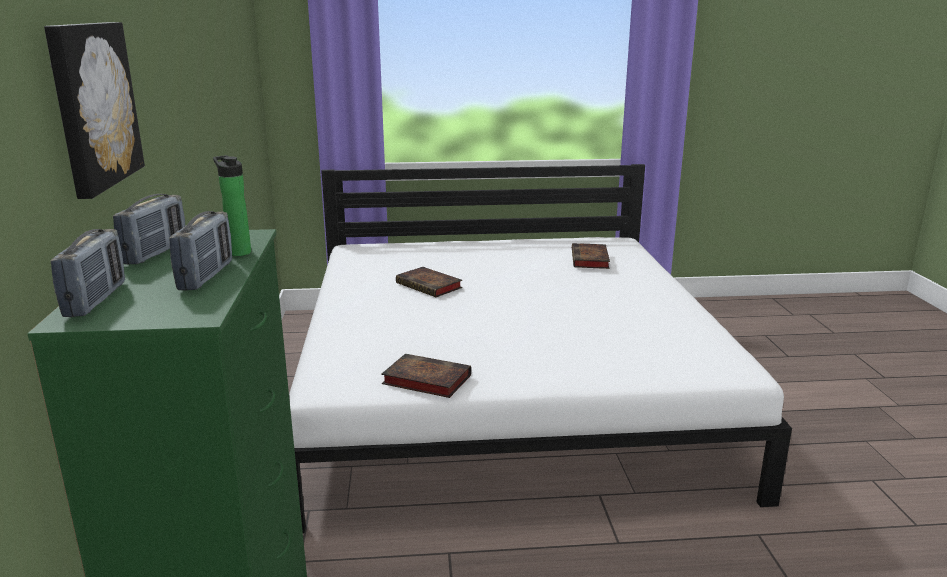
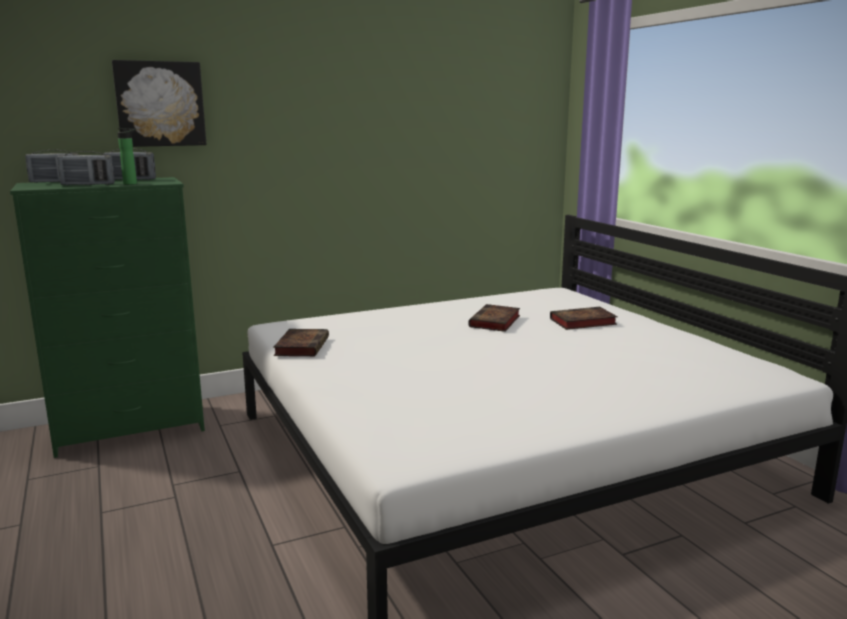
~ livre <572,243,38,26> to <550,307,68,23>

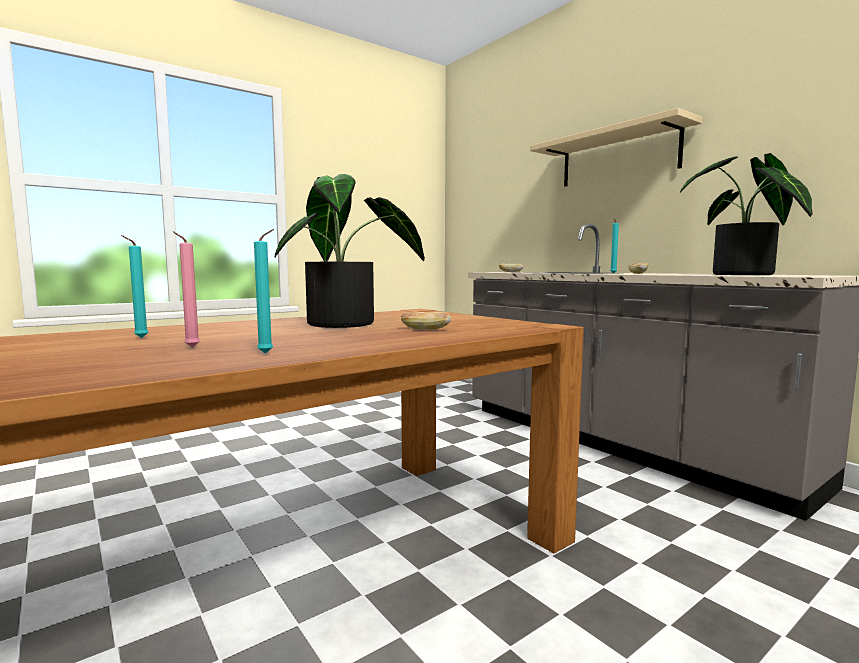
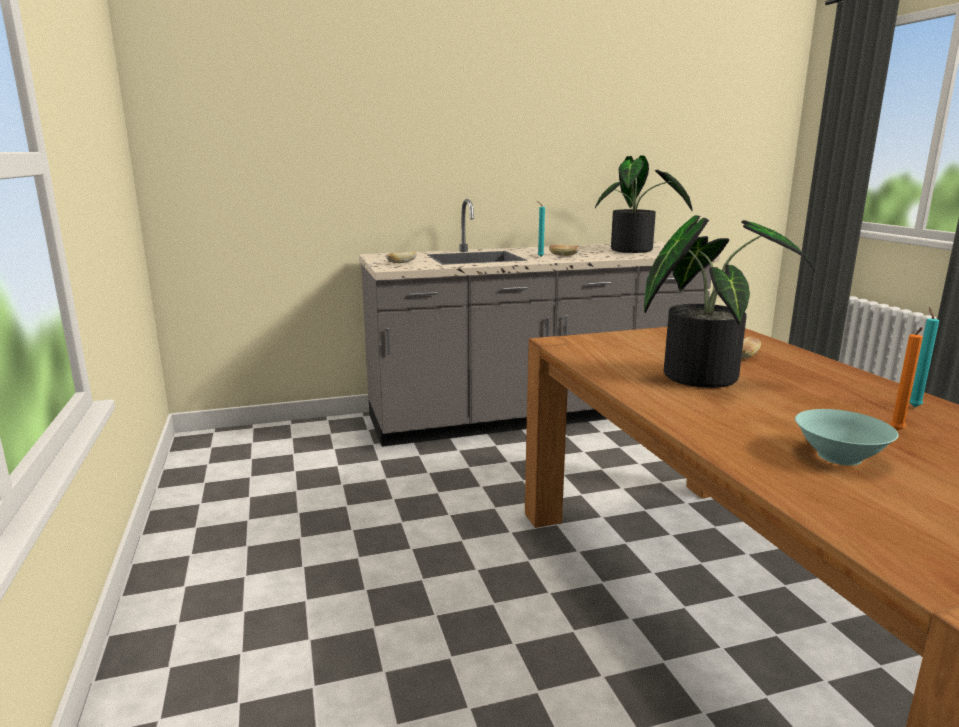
- étagère (beige) <530,108,172,79>
~ bougie (turquoise) <121,235,27,103> to bol (turquoise) <795,409,103,57>
~ bougie (rose) <173,231,27,117> to bougie (orange) <890,327,33,104>

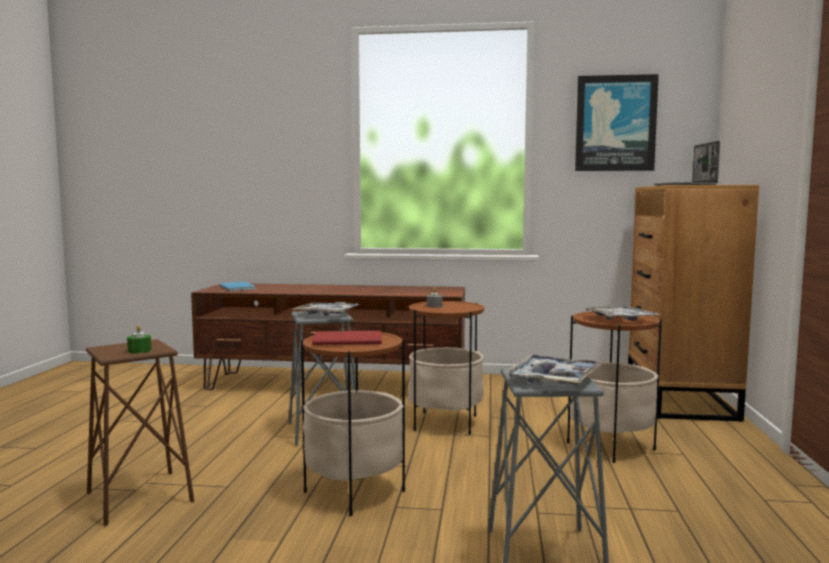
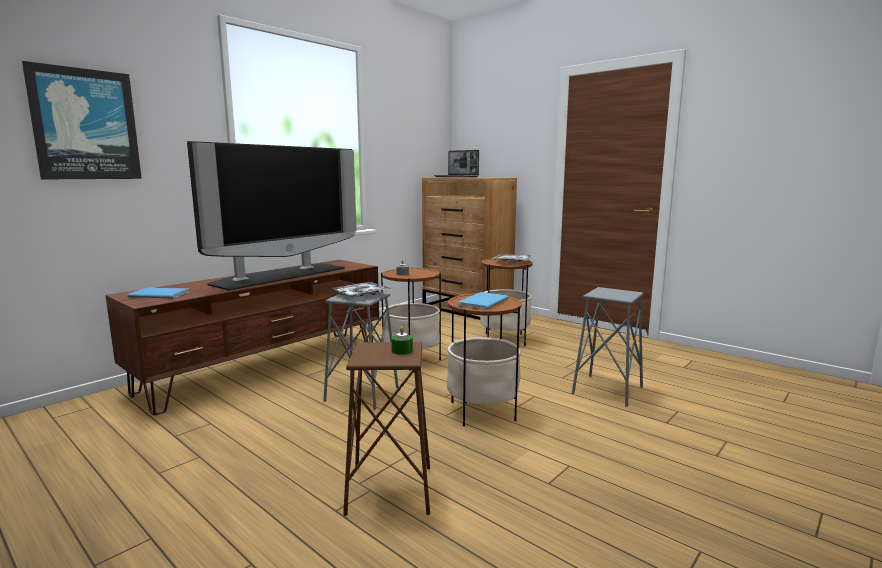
- plateau <503,354,100,31>
+ téléviseur <187,141,170,150>
~ tableau <575,74,84,97> to <22,61,120,118>
~ livre (rouge) <312,331,70,14> to livre (bleu) <458,292,50,18>

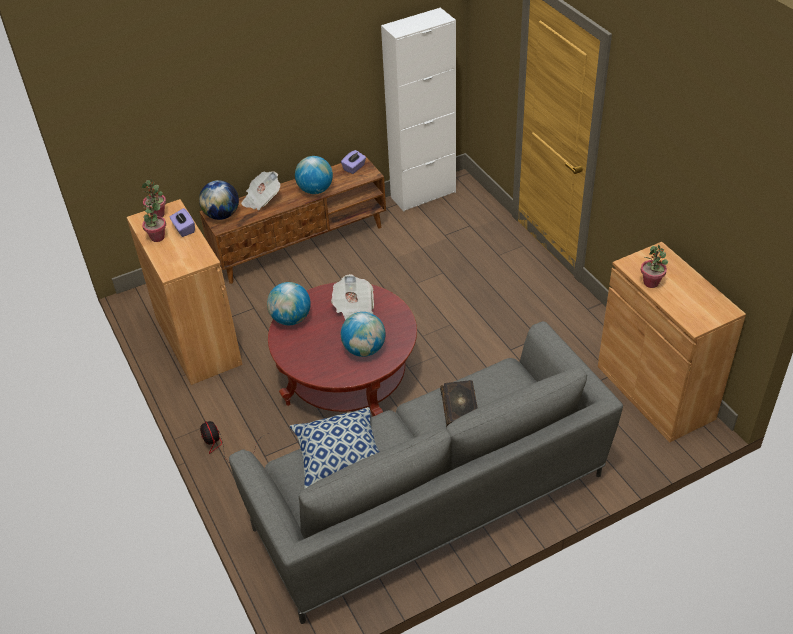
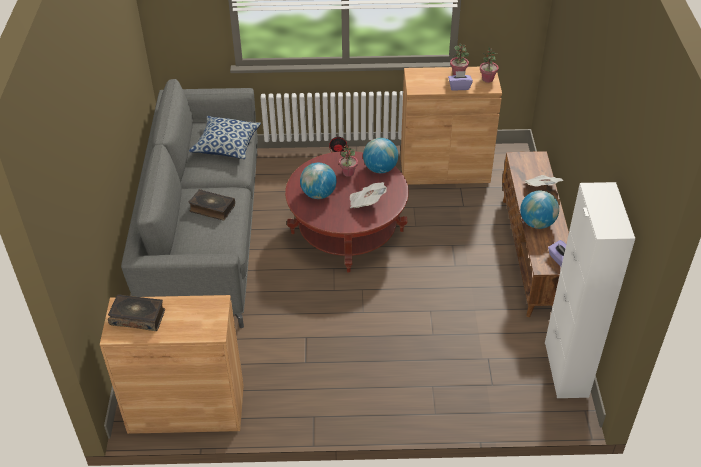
- globe <199,180,40,40>
+ livre <108,294,57,37>
~ plante en pot <641,245,27,43> to <339,142,19,35>

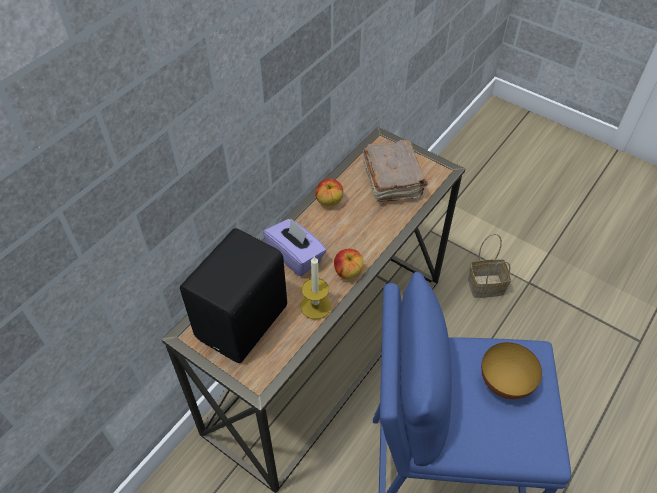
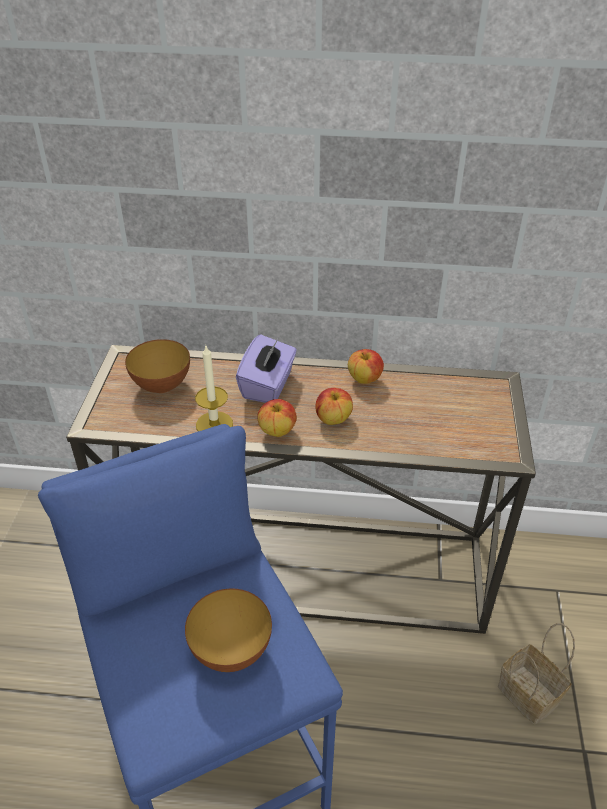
- livre (marron) <362,139,66,63>
+ pomme <315,388,38,37>
~ enceinte (noir) <180,228,107,135> to bol <125,339,65,54>

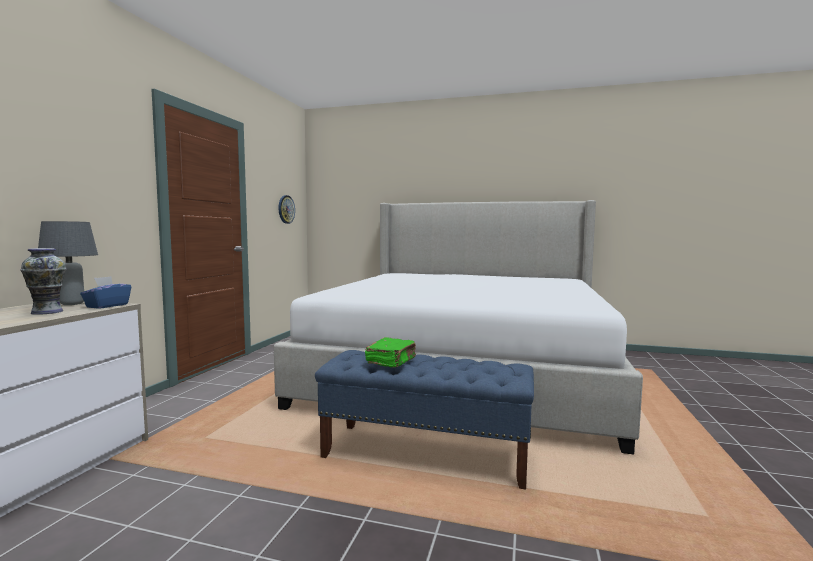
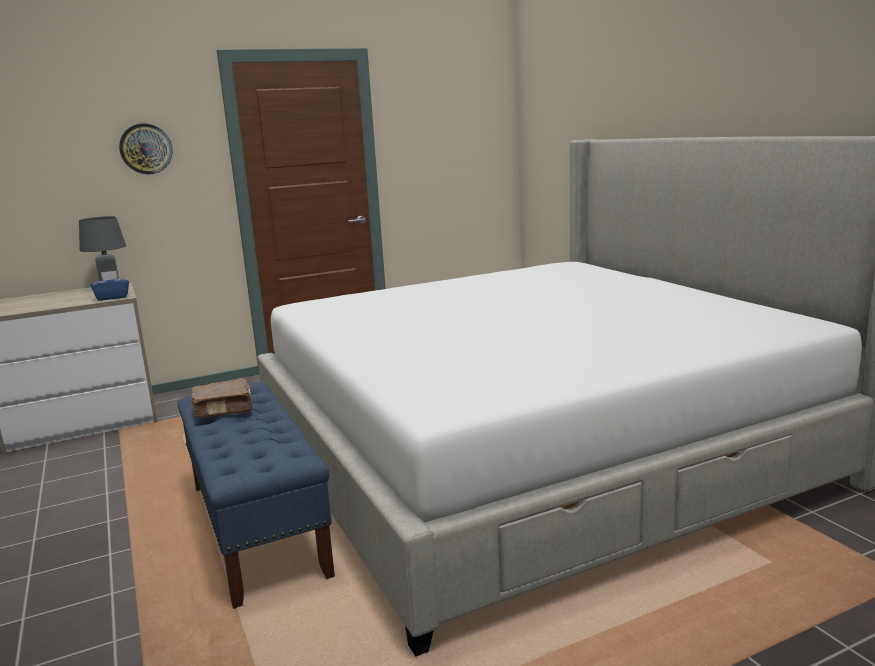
- vase <21,248,46,67>
~ horloge murale <278,195,17,29> to <119,123,54,52>
~ livre (vert) <365,337,51,30> to livre (marron) <191,379,62,39>

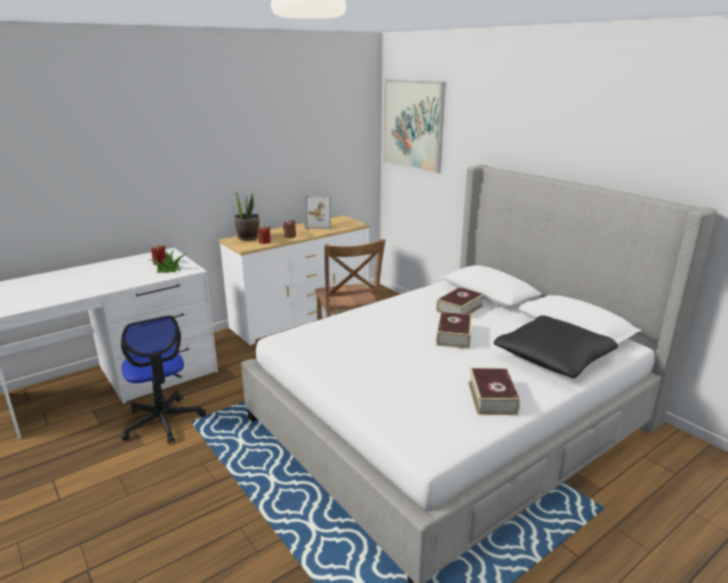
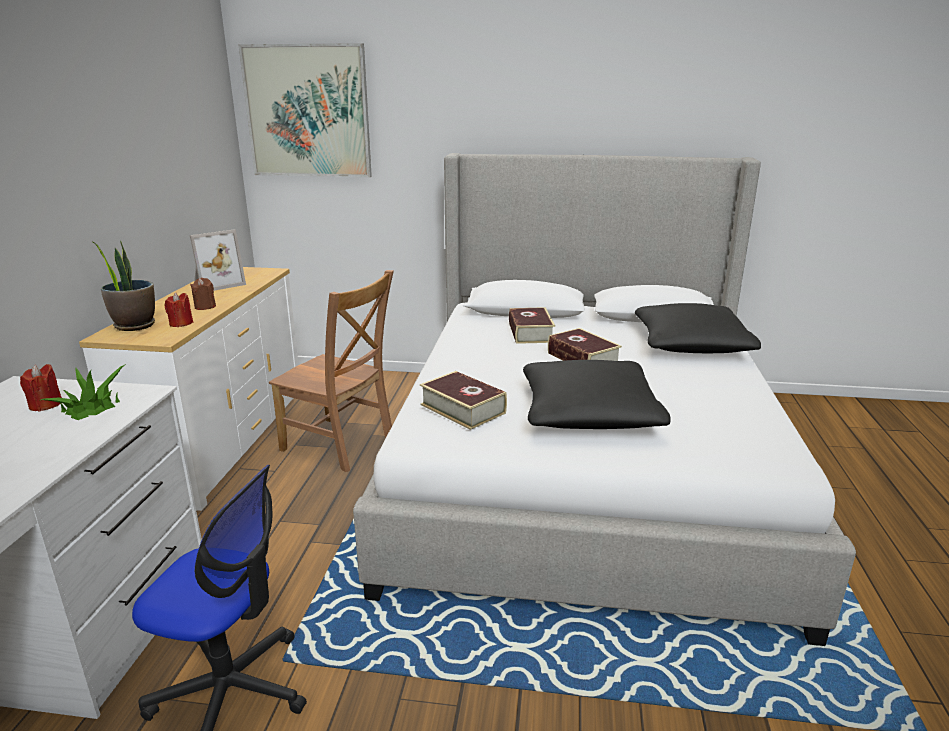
+ coussin (noir) <523,360,148,69>
~ livre <468,367,52,48> to <420,371,87,59>

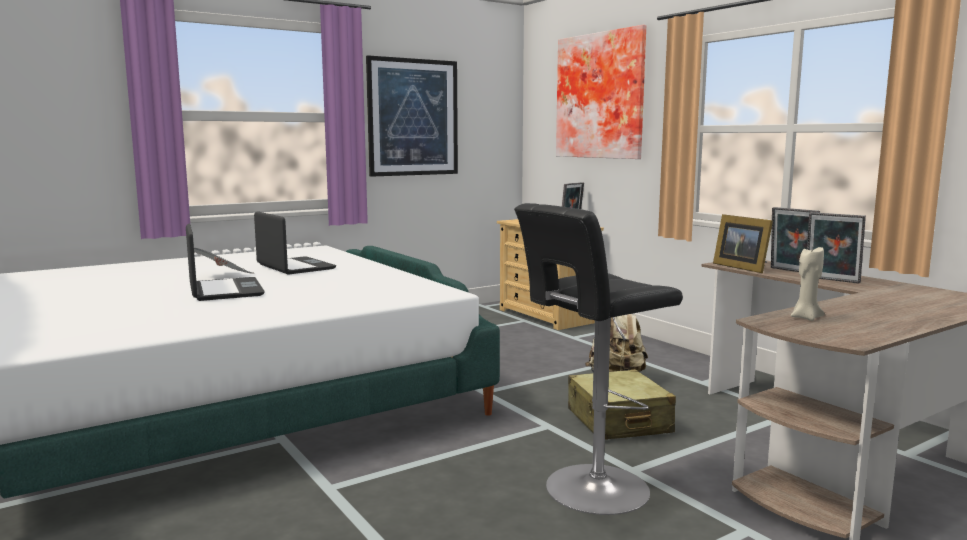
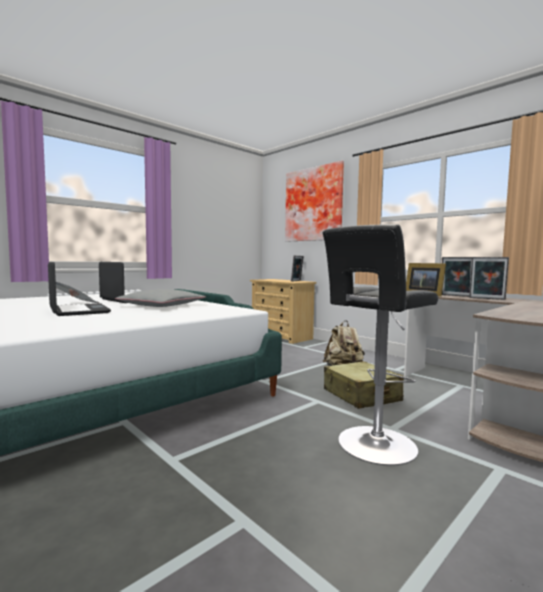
- tableau <366,55,92,122>
- bougie (beige) <791,247,34,74>
+ coussin (gris) <115,289,91,18>

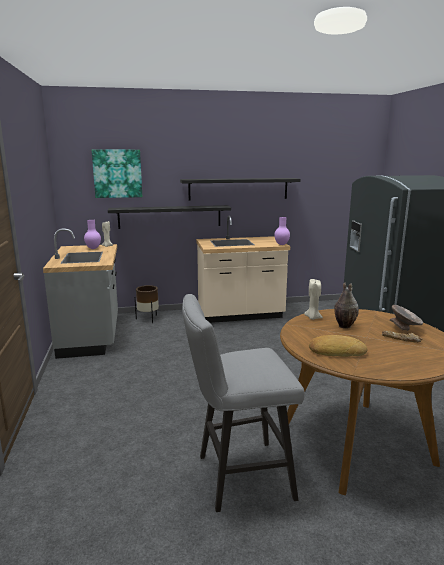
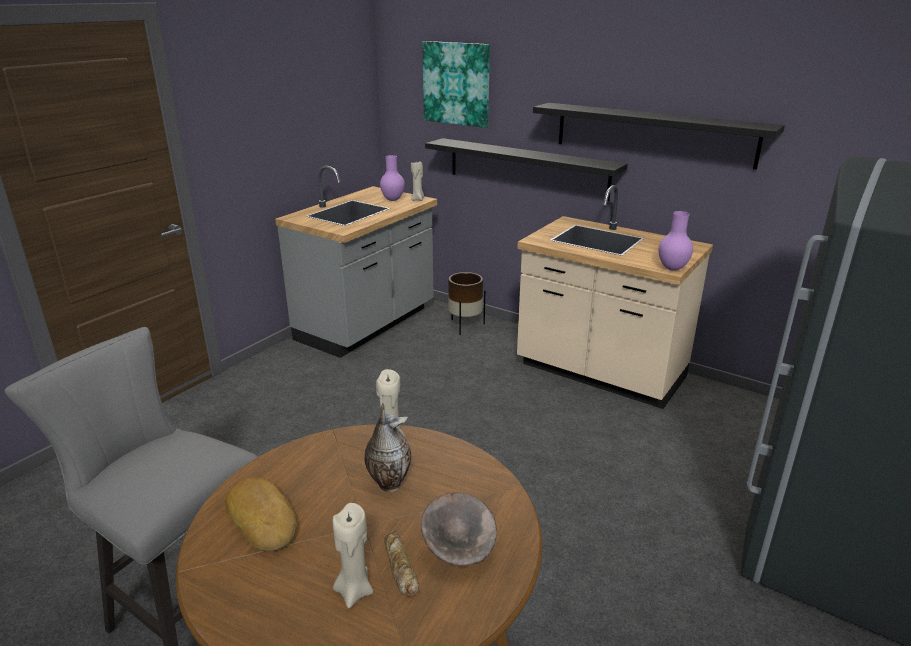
+ bougie (beige) <333,503,40,105>

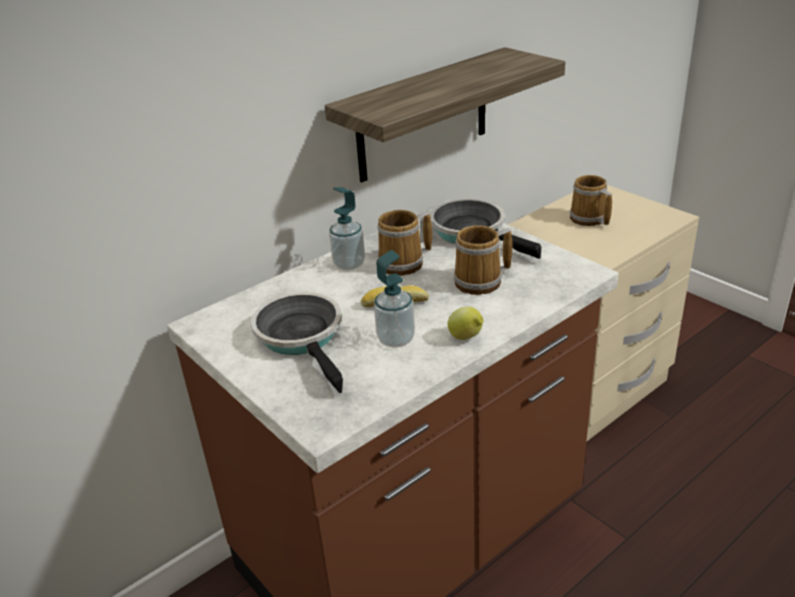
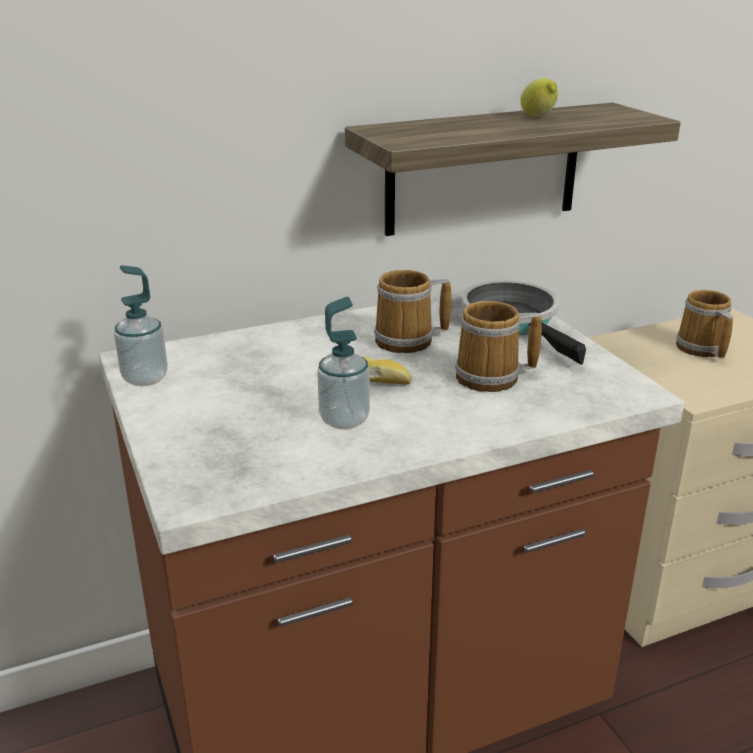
- poêle <251,292,92,101>
~ distributeur de savon <329,187,36,83> to <114,265,54,121>
~ citron <448,307,35,33> to <520,78,38,39>

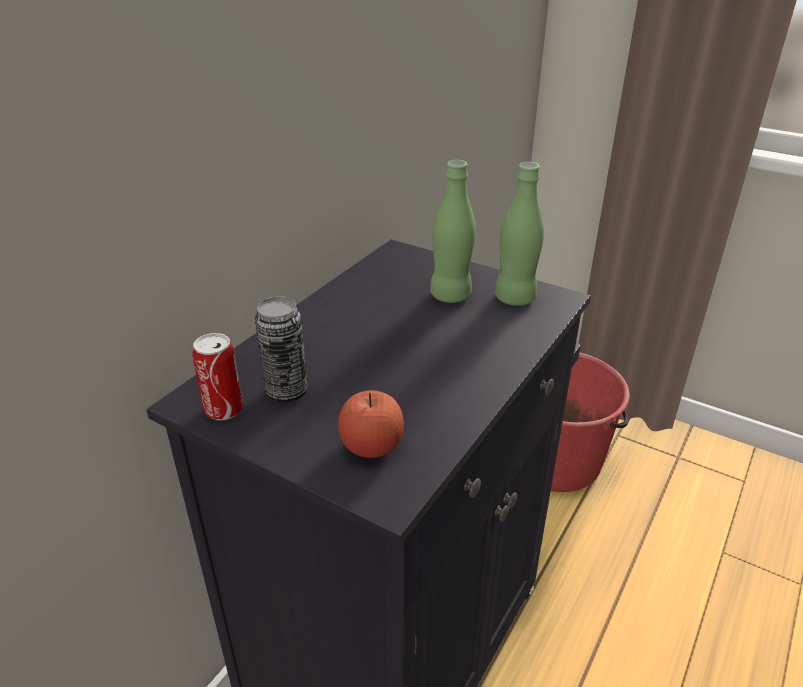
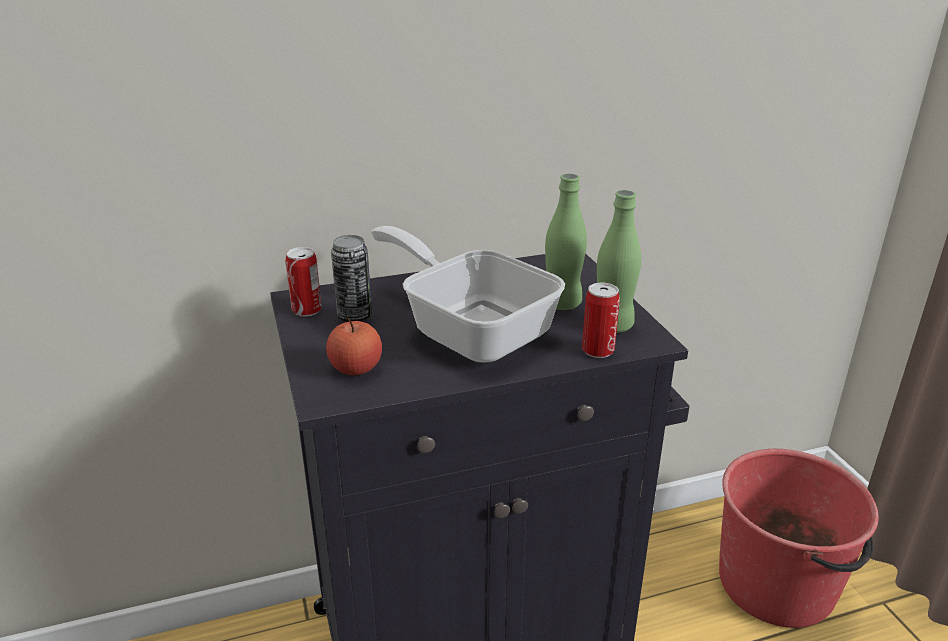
+ poêle <371,226,194,137>
+ boîte métallique <582,283,38,75>

